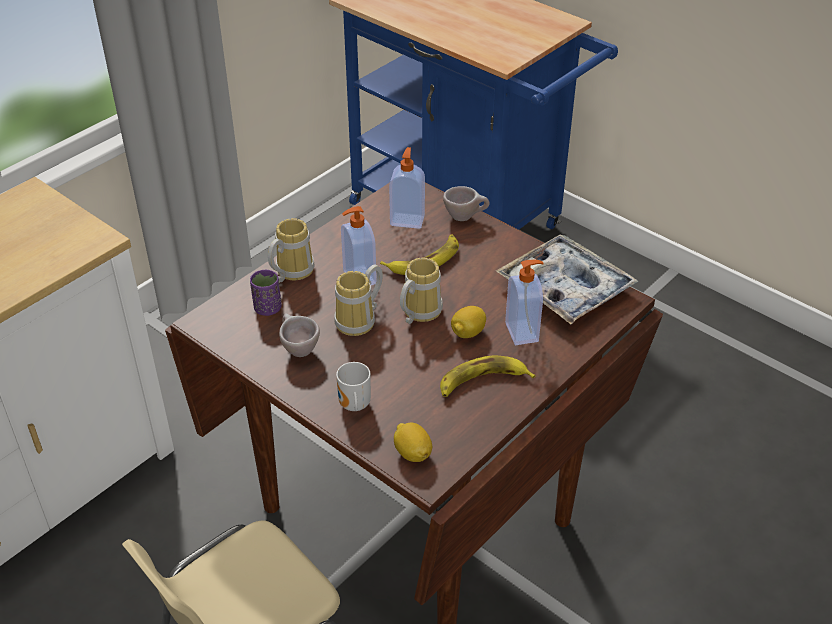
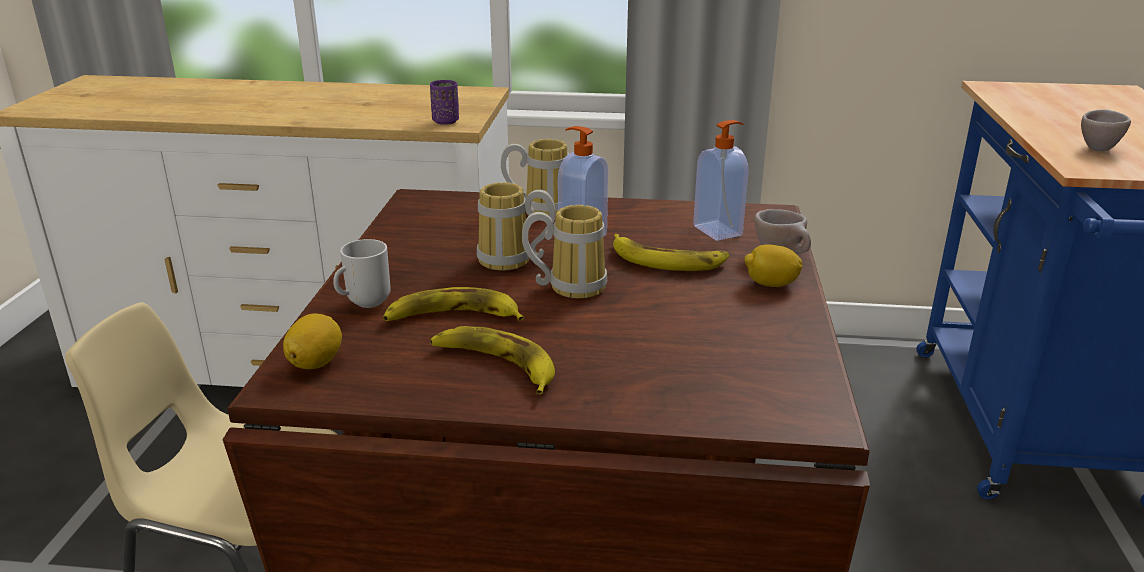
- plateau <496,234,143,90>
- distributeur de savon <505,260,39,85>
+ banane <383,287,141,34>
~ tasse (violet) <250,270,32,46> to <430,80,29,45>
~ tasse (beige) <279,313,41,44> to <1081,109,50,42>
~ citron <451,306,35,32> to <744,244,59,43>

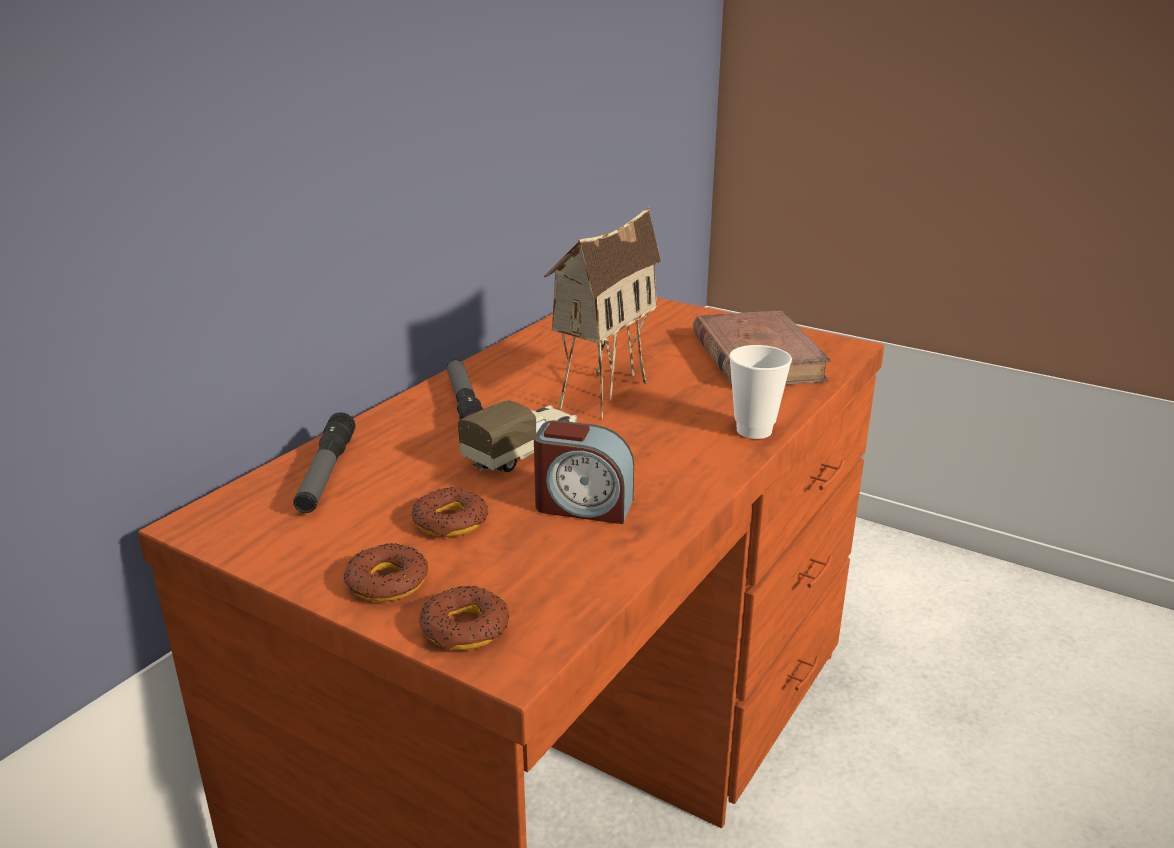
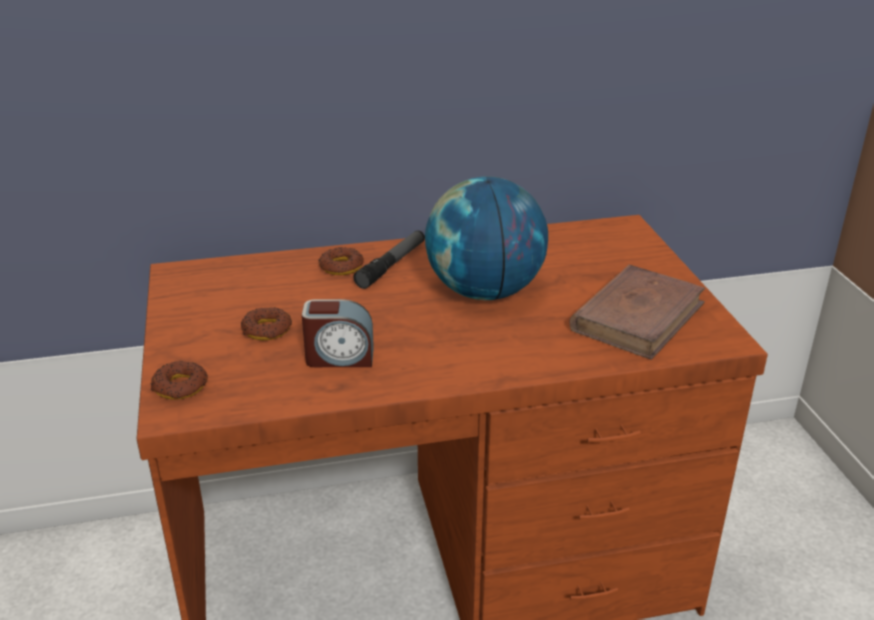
- lampe de poche <293,412,62,101>
- camion jouet <458,400,119,72>
- tasse <729,345,63,94>
~ beignet <344,543,84,59> to <318,247,46,28>
~ maison miniature <544,207,117,212> to globe <425,176,123,124>
~ réveil <534,420,100,104> = <302,299,72,68> 60 degrees counterclockwise

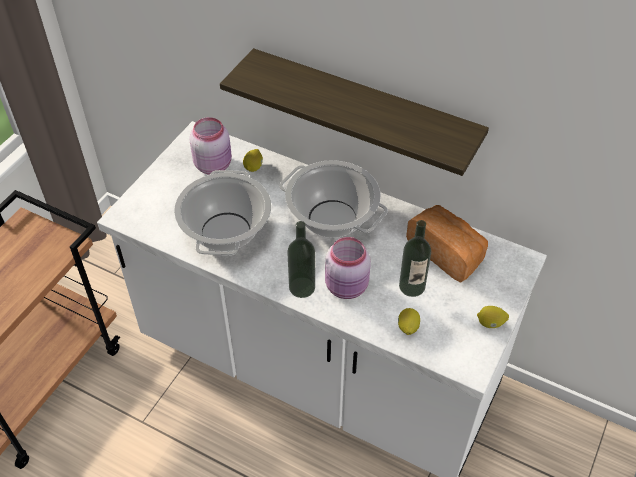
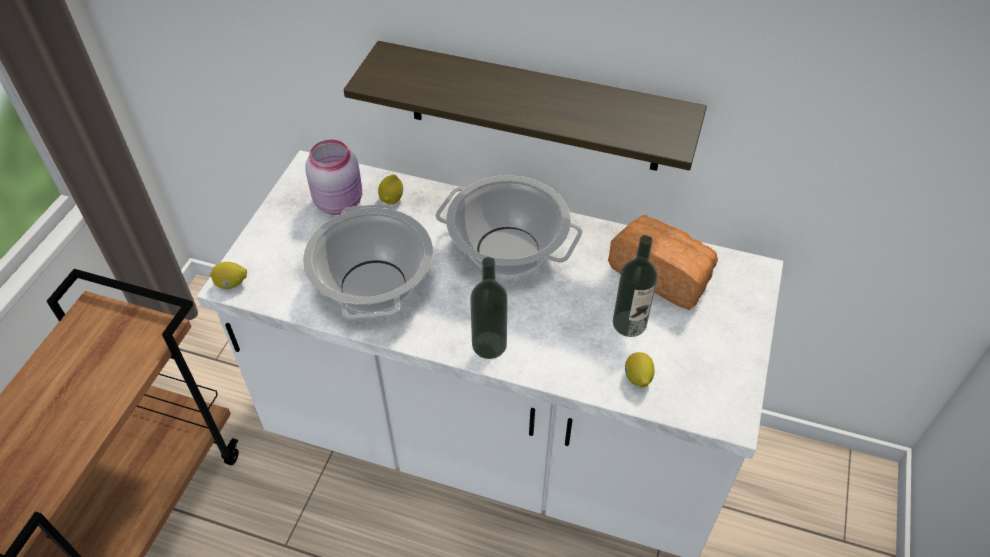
- bocal (rose) <325,237,46,62>
~ citron <477,306,32,22> to <210,262,37,27>

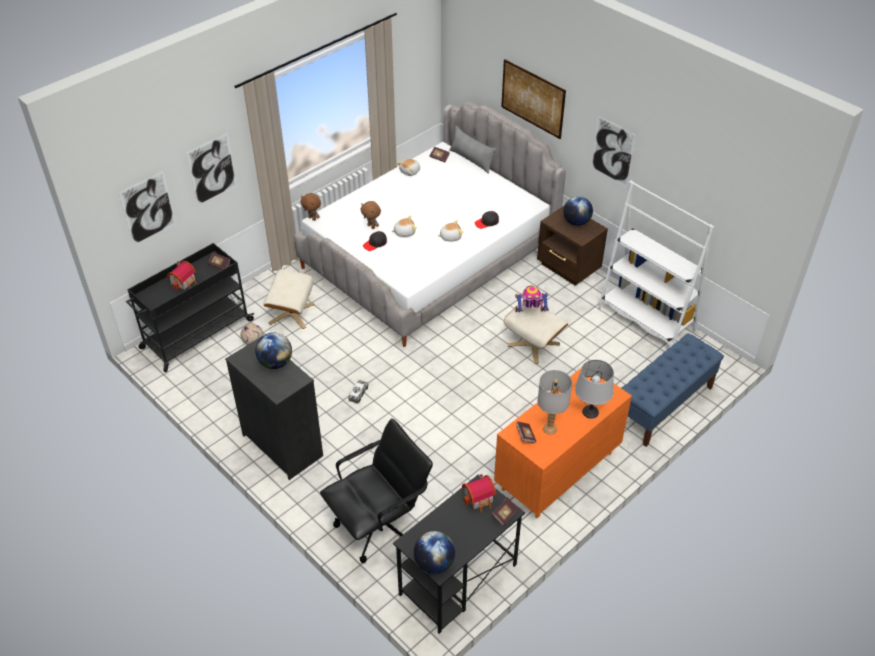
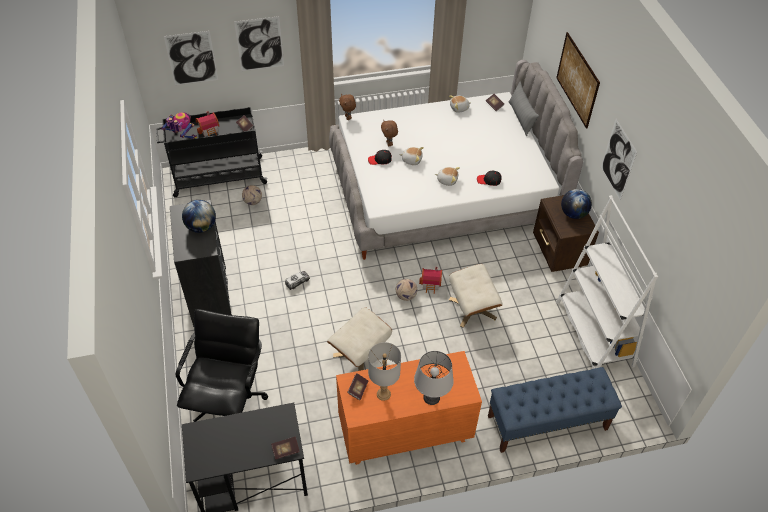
- globe <414,531,41,43>
+ ballon de foot <396,279,21,22>
~ pouf (beige) <263,269,52,60> to <327,307,65,64>
~ maison miniature <462,474,34,39> to <419,267,23,27>
~ robot jouet <515,286,34,26> to <161,112,36,27>
~ chaise de bureau (noir) <320,418,113,145> = <176,309,92,113> 75 degrees counterclockwise

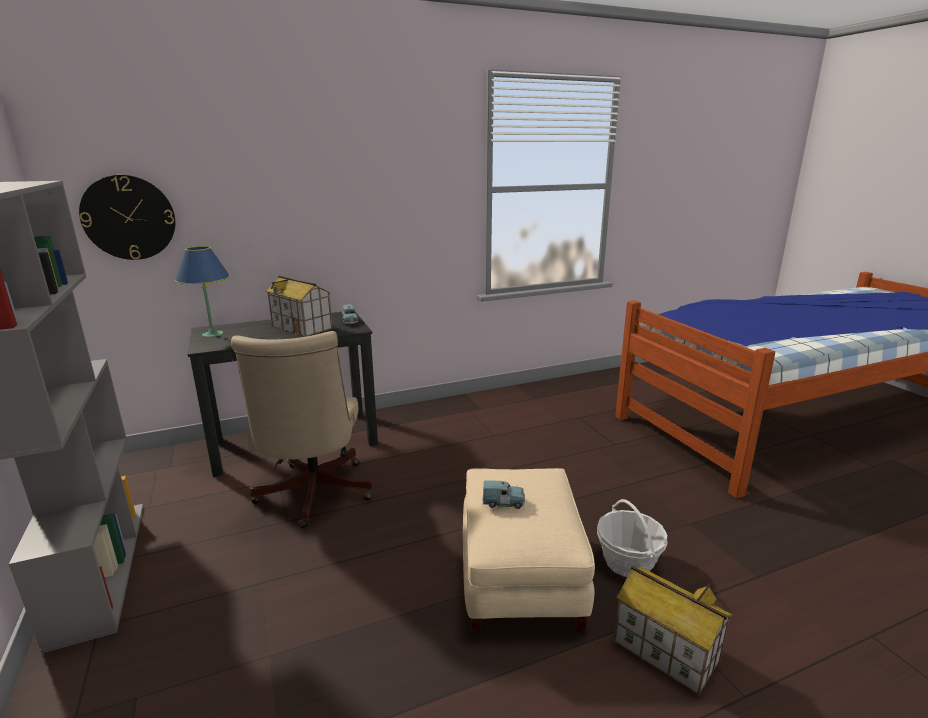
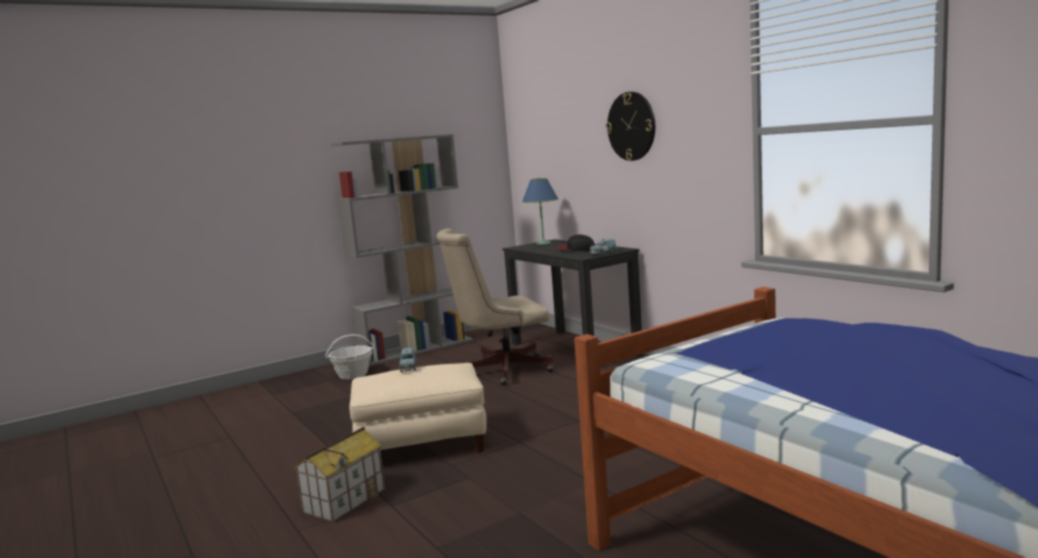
~ horloge murale <79,175,96,85> to <606,92,49,69>
~ panier <597,499,71,78> to <325,334,49,45>
~ maison miniature <266,276,67,61> to casquette <557,234,38,17>

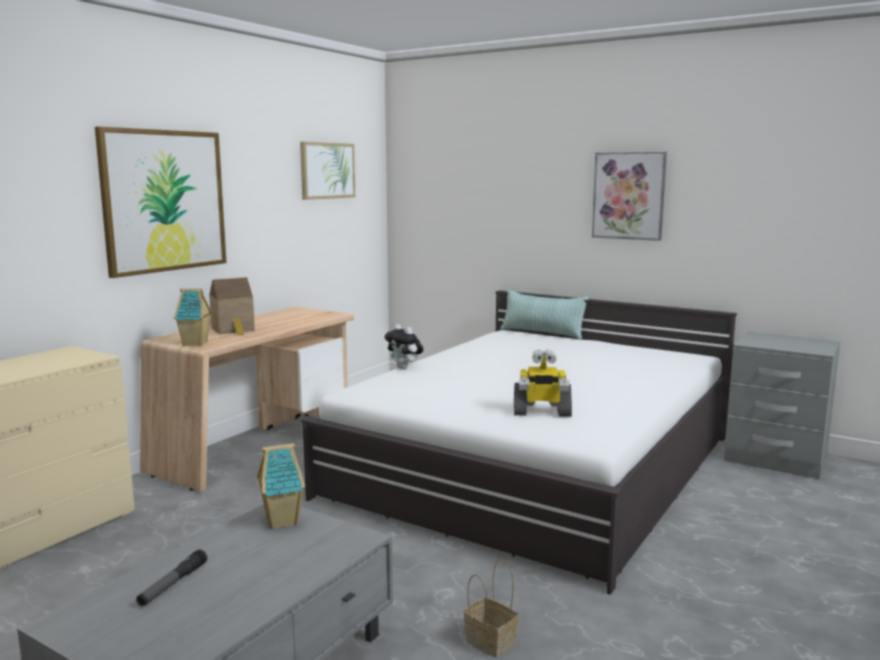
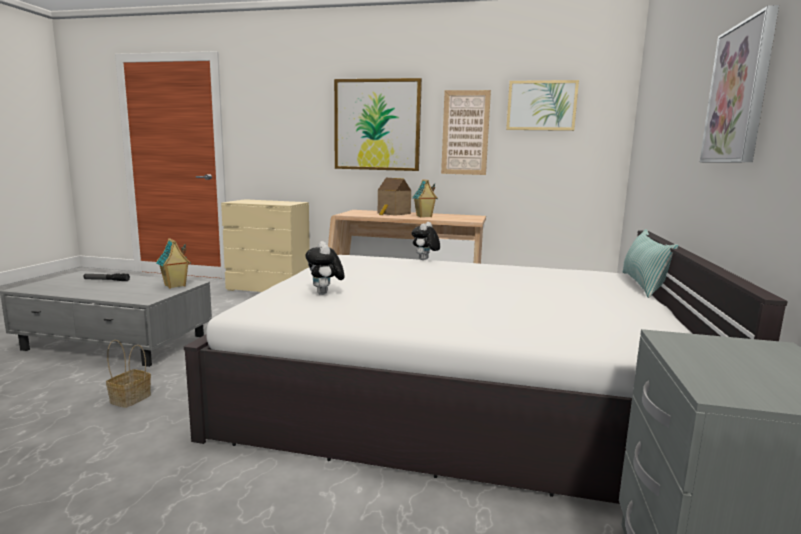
+ tableau <441,90,50,85>
~ maison miniature <174,288,38,58> to <412,179,25,39>
~ robot jouet <514,349,58,68> to peluche <305,241,39,54>

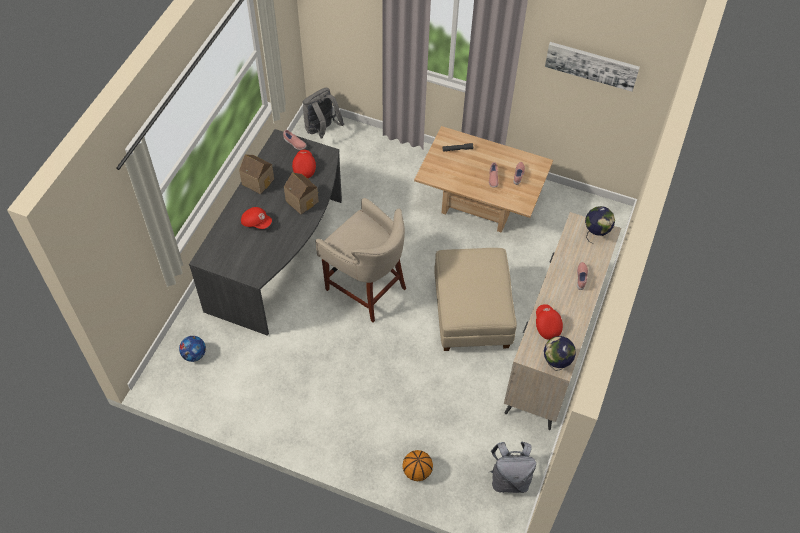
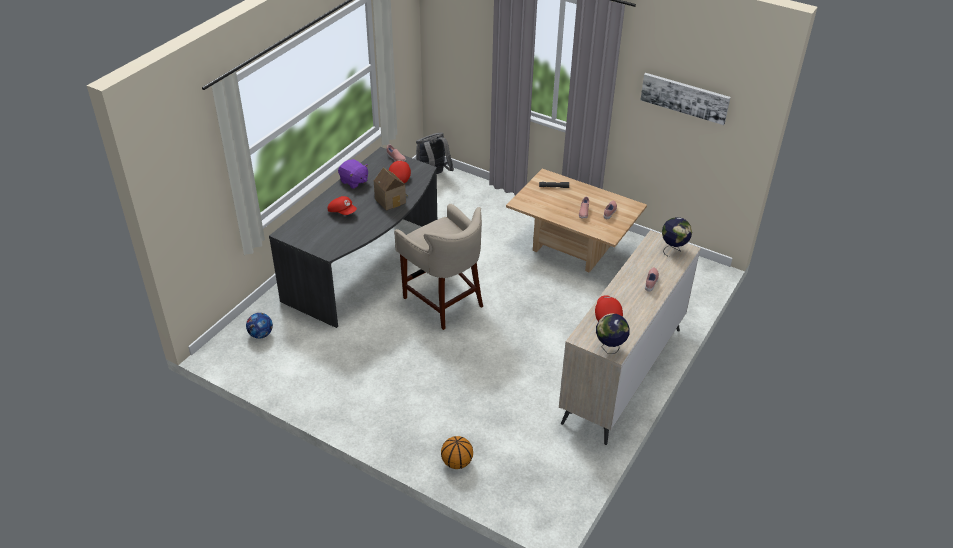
- pouf (beige) <434,248,83,103>
- sac à dos (gris) <490,442,46,51>
~ maison miniature <239,155,35,39> to peluche (violet) <338,159,30,30>

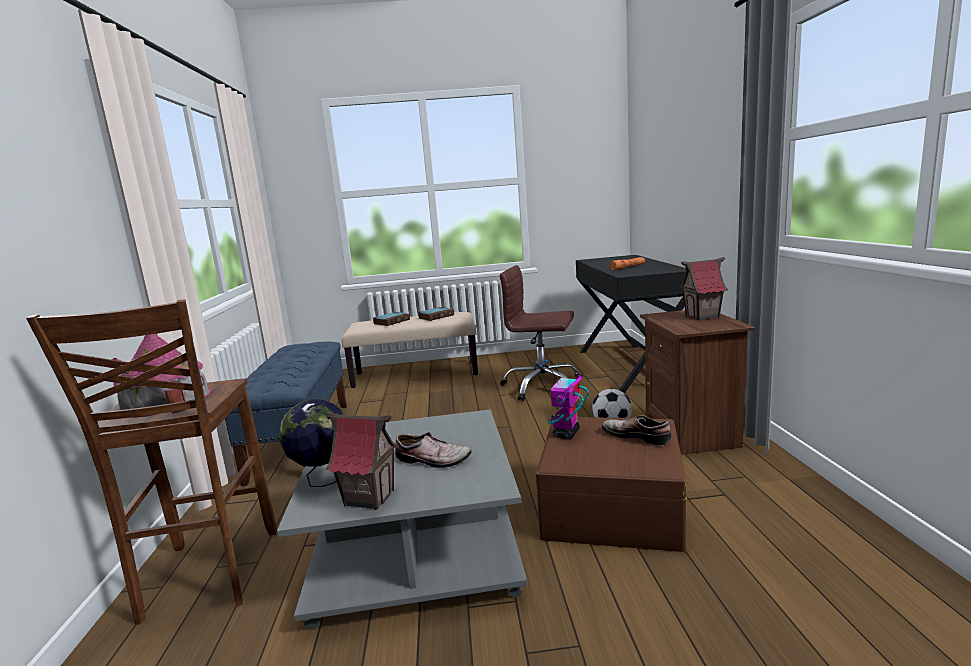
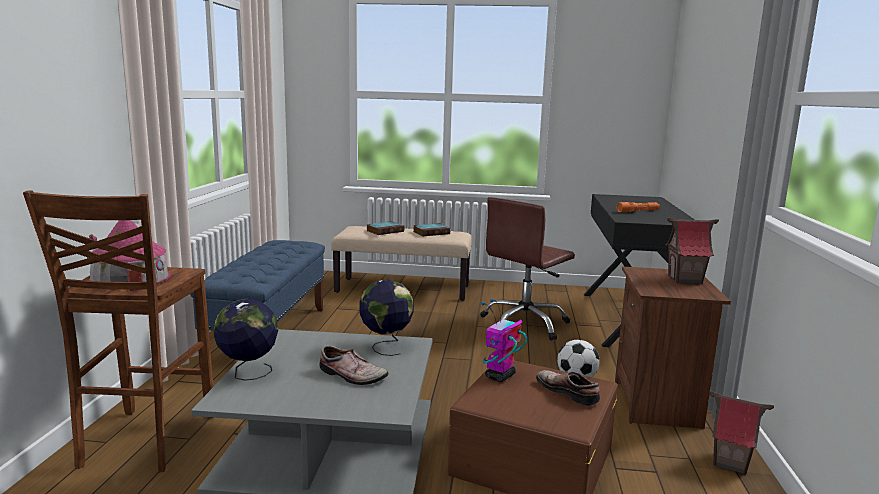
+ globe <359,279,55,77>
~ maison miniature <324,412,75,98> to <709,391,65,84>
~ chaise de bureau (marron) <500,265,83,136> = <480,197,95,143> 75 degrees counterclockwise

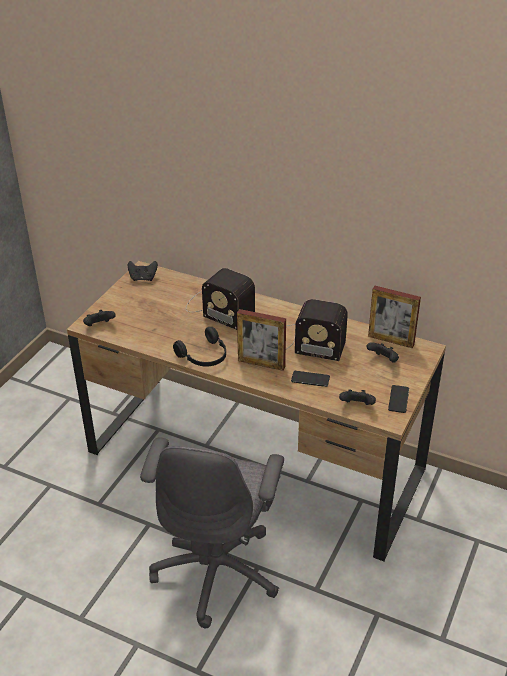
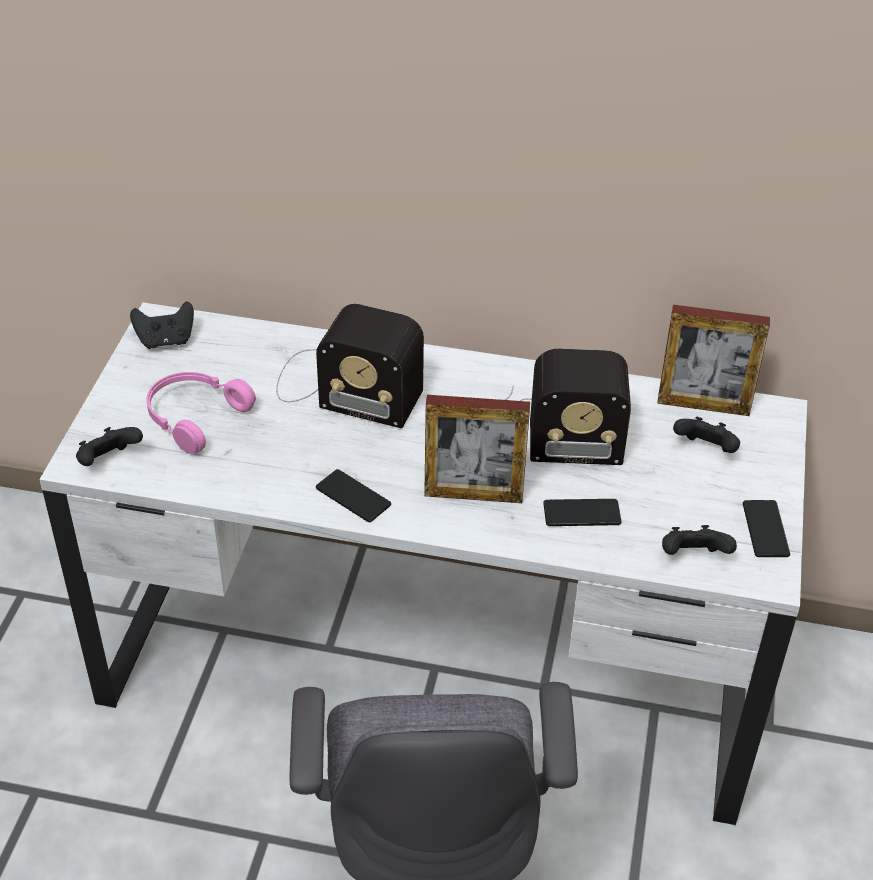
+ casque audio (rose) <146,372,110,82>
~ casque audio (noir) <173,327,53,40> to téléphone <316,469,75,53>
~ bureau (marron) <67,261,379,300> to bureau (blanc) <39,303,768,522>

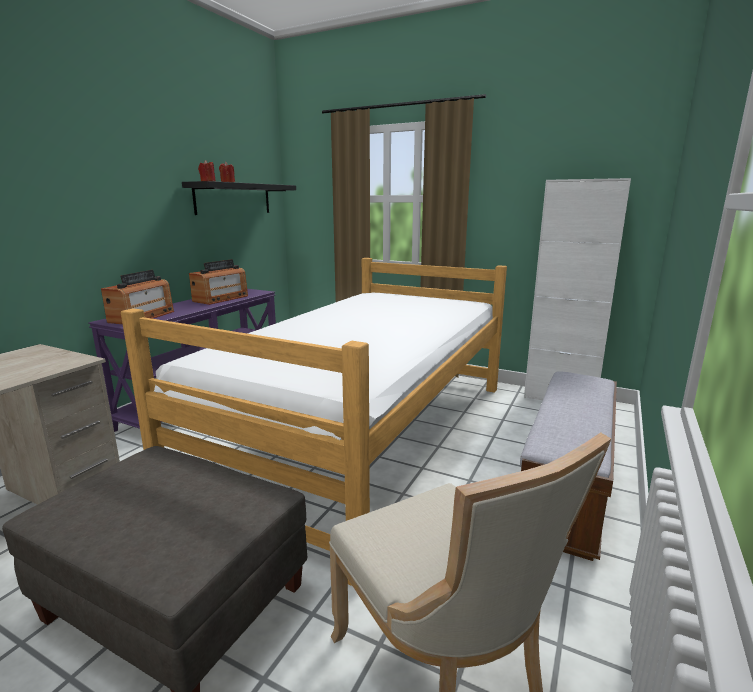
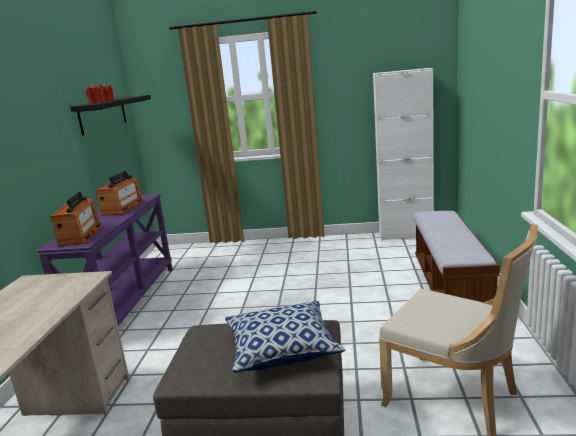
- lit <121,258,386,328>
+ coussin <225,301,121,72>

